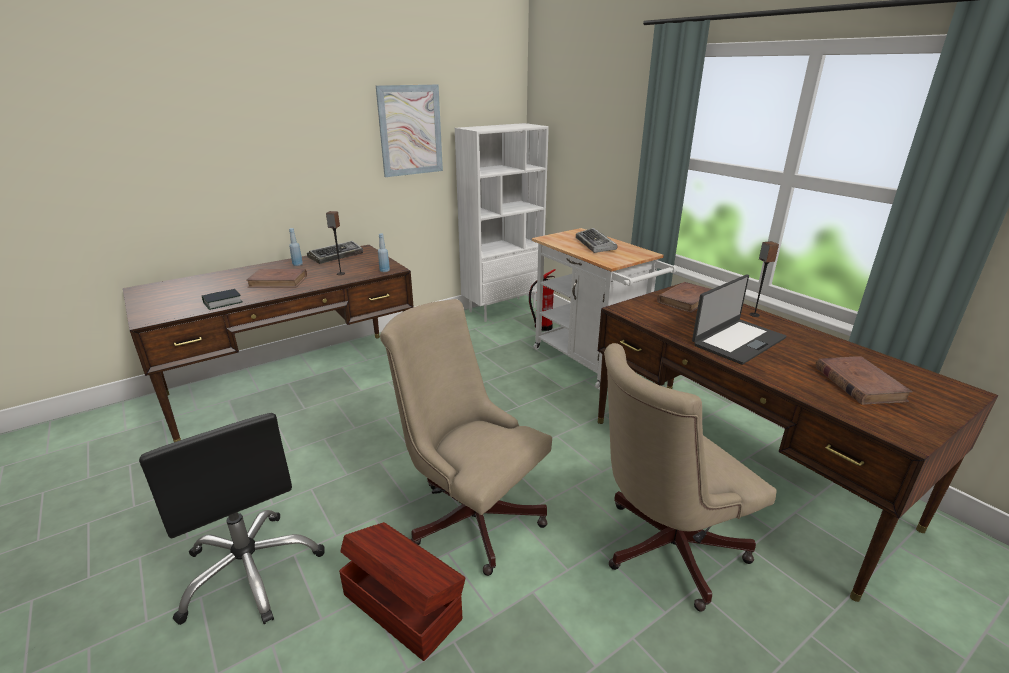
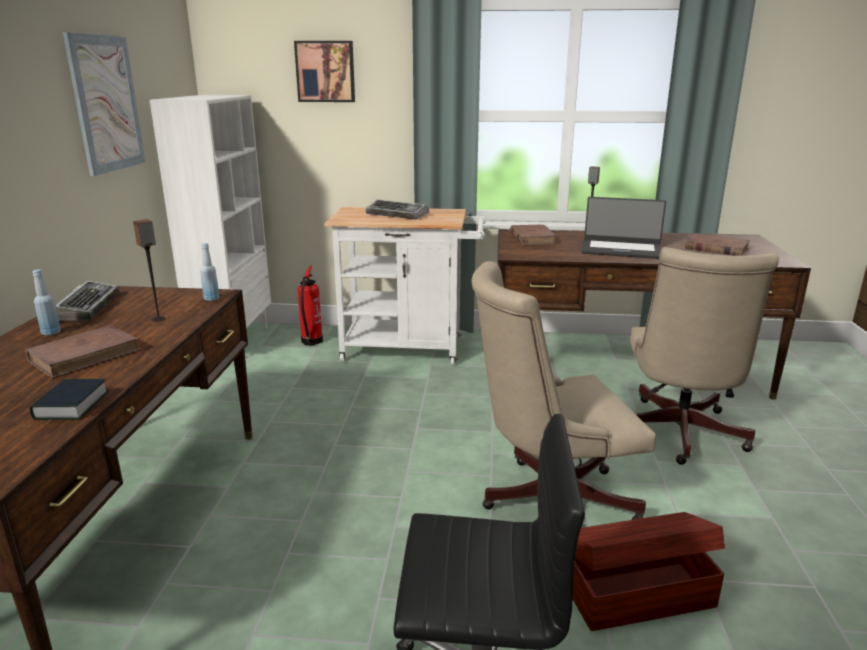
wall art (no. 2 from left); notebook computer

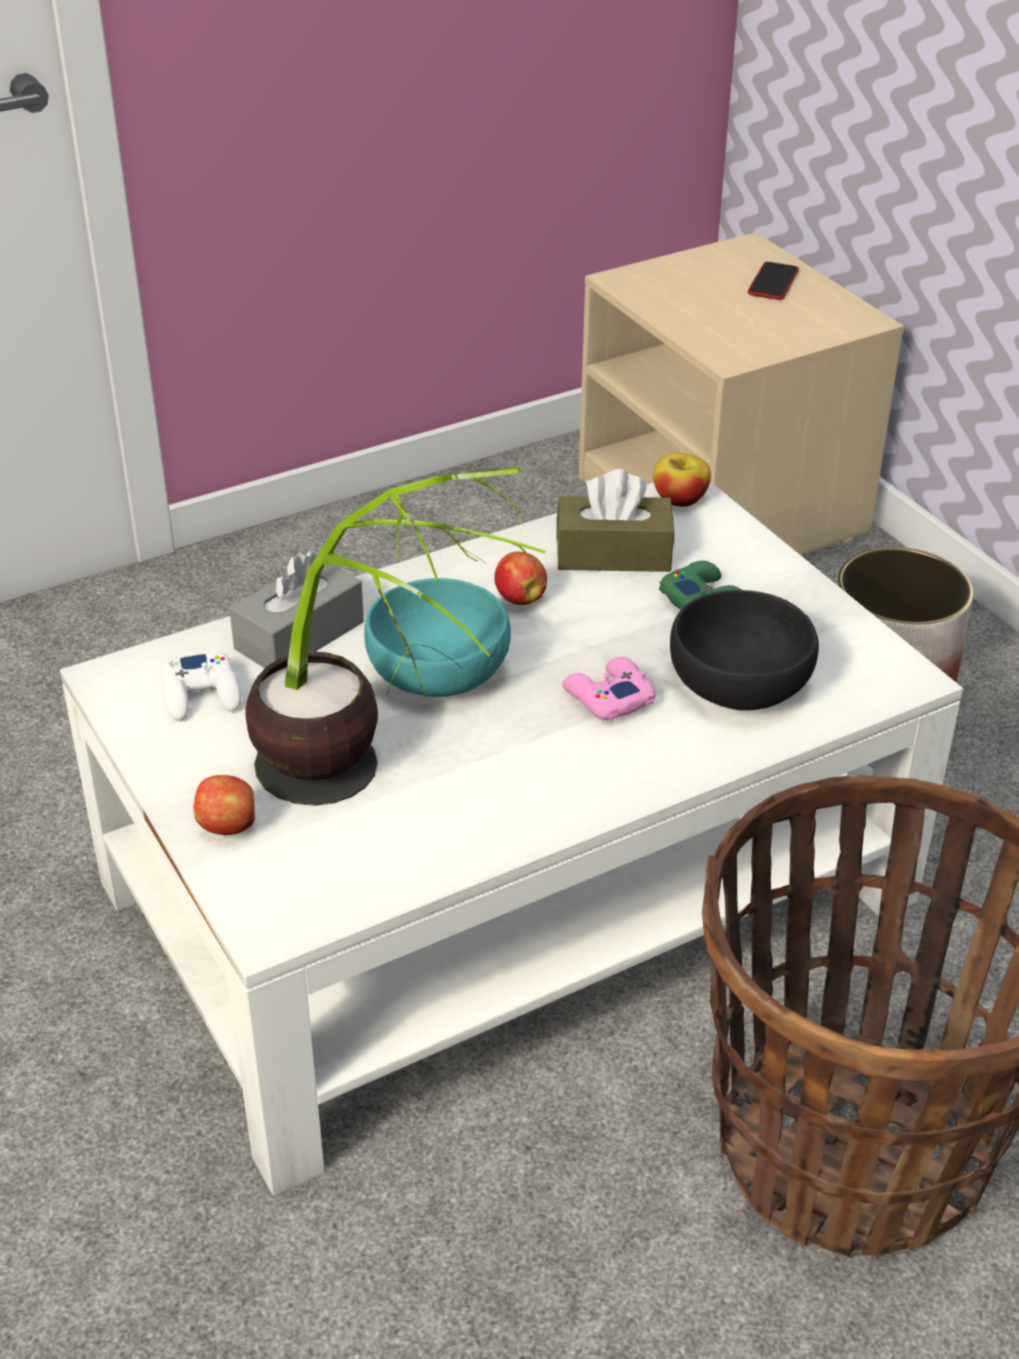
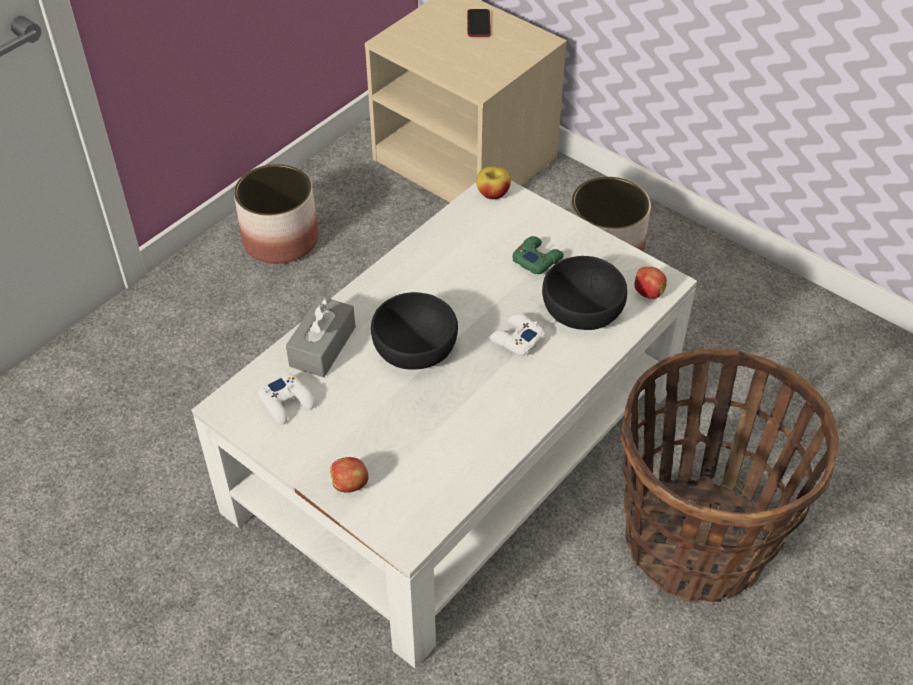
plant in a pot; brownish box of tissues; plant pot (no. 1 from left); apple (no. 3 from left); black-coloured deep dish (no. 1 from left); whitish gamepad (no. 2 from left)

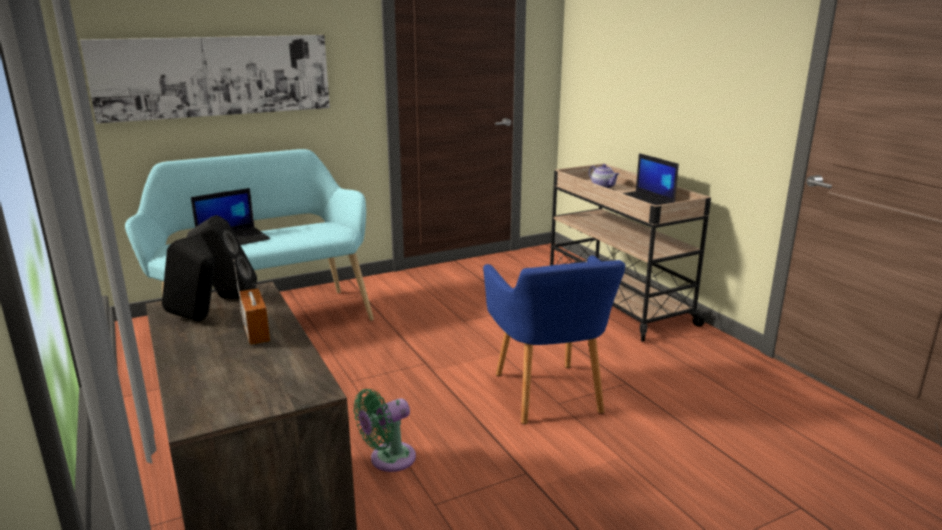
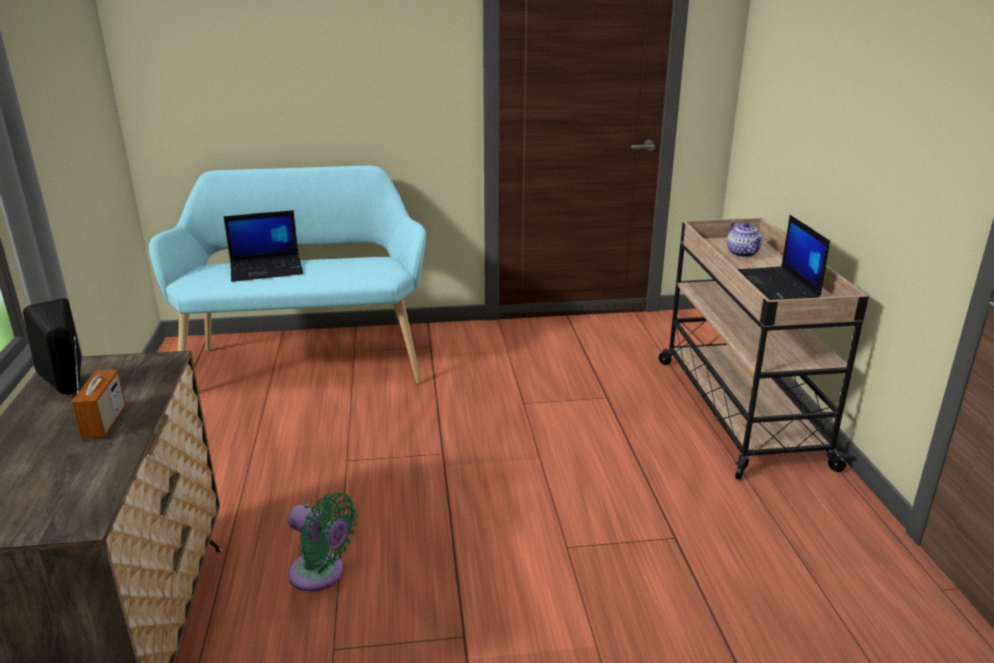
wall art; black-coloured audio speaker (no. 2 from left in the first image); blue armchair; greenish fan

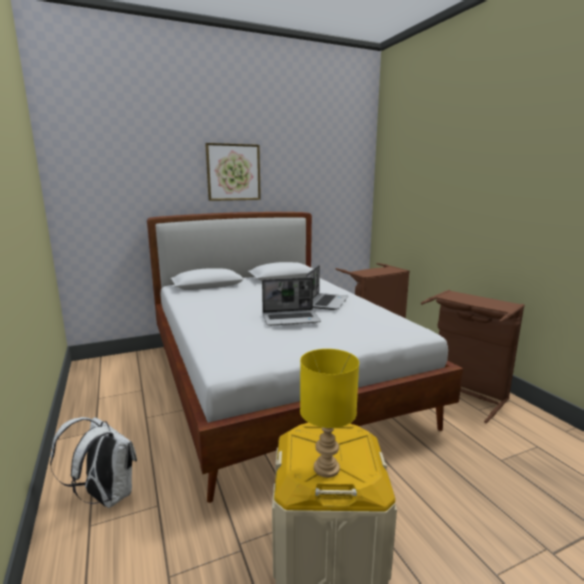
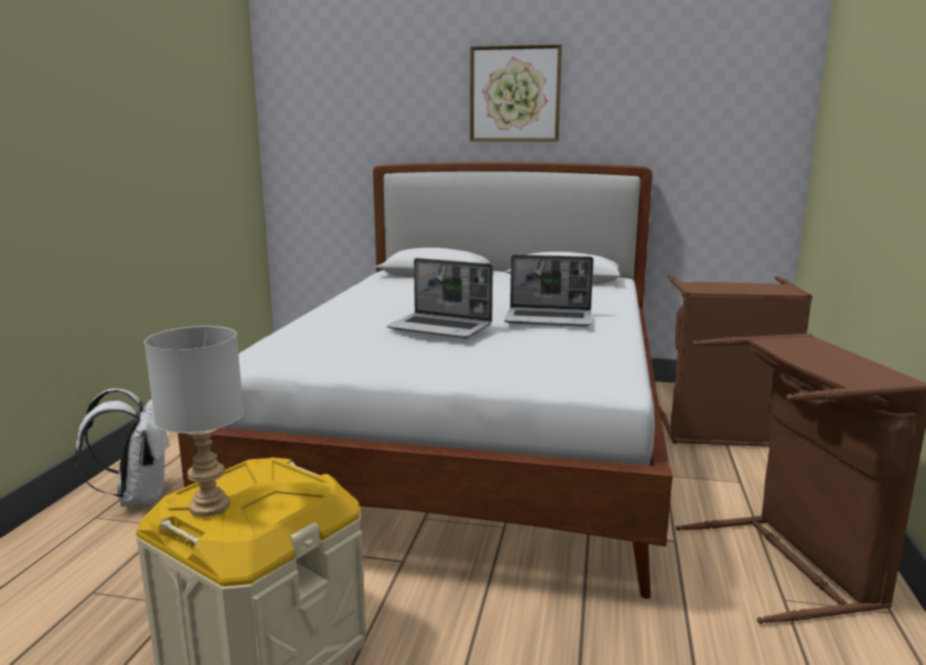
grey lamp for a table; notebook computer (no. 2 from left)

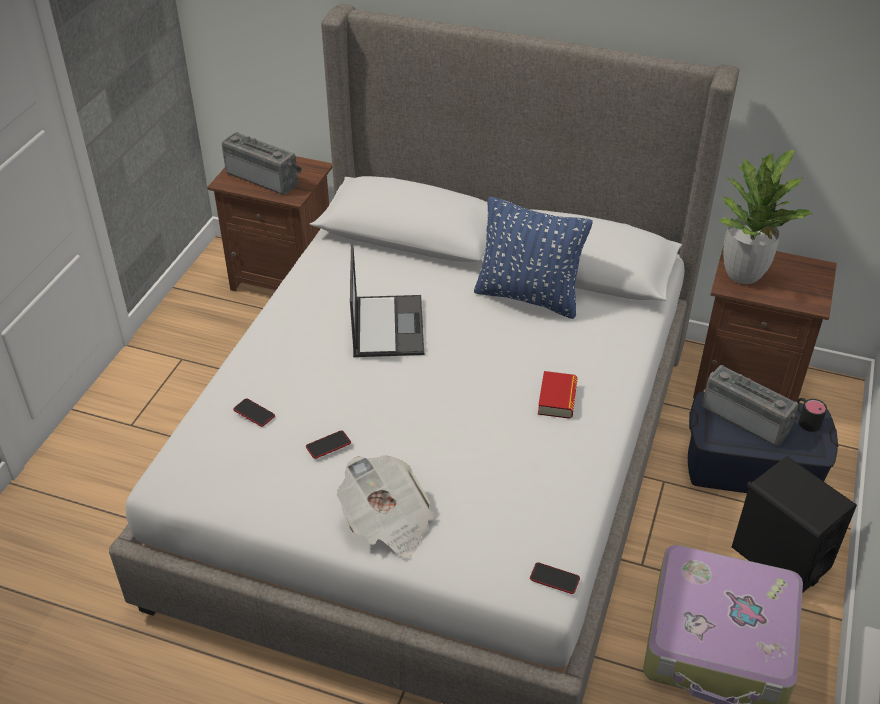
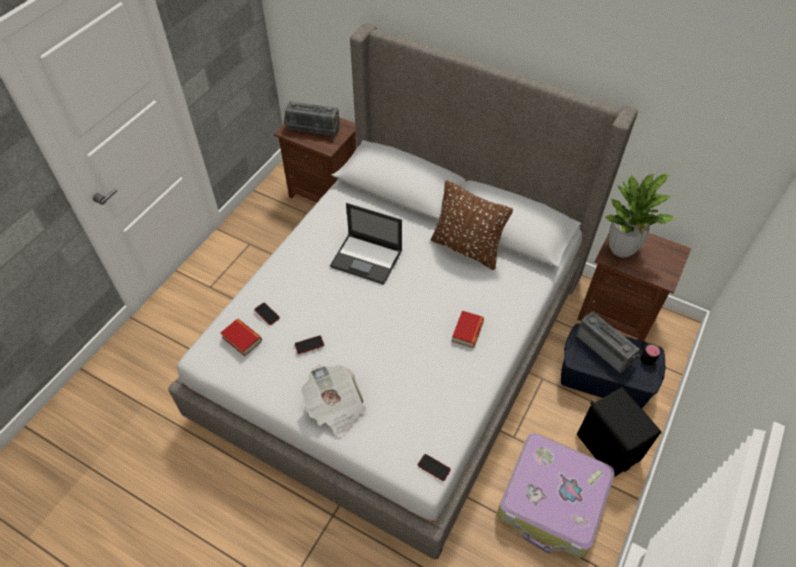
volume (no. 1 from left); brownish pillow; radio (no. 1 from left); notebook computer

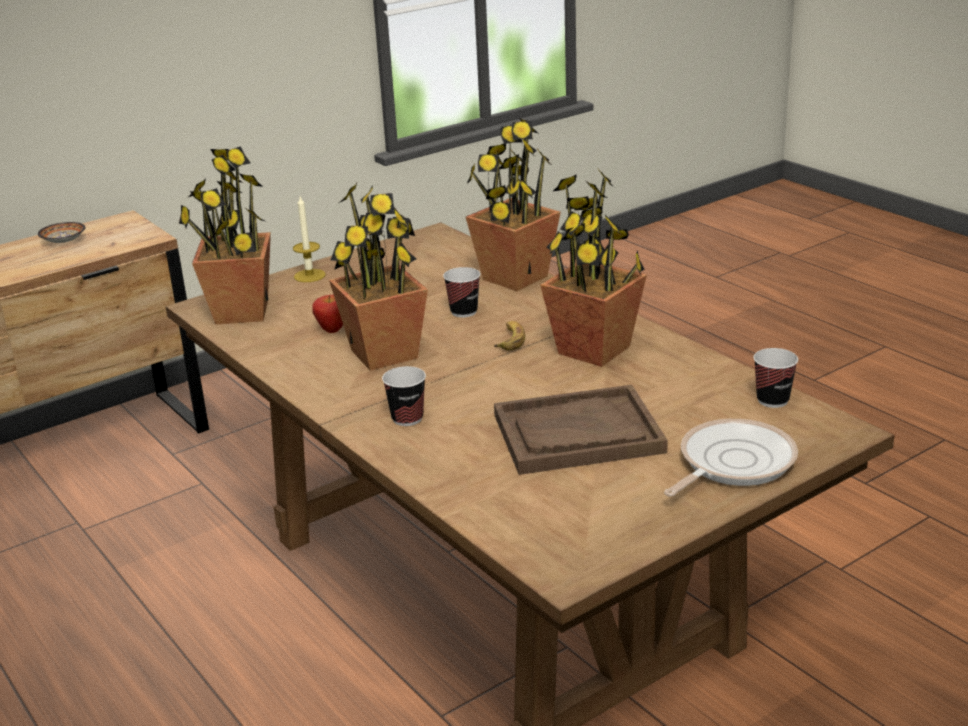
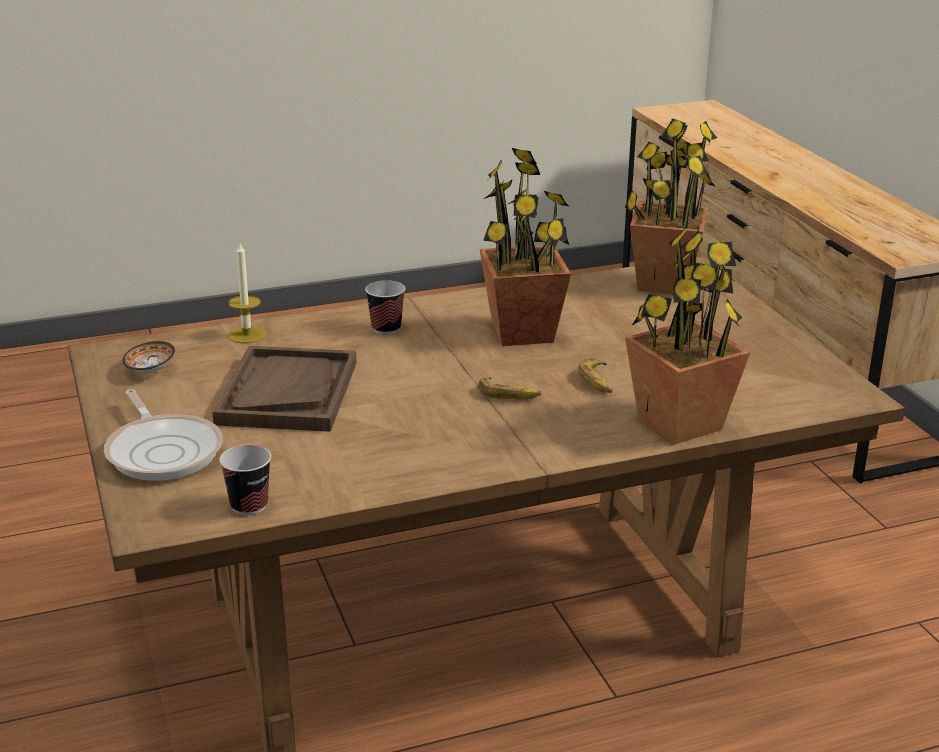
apple; plant in a pot (no. 4 from left in the first image); deep dish; wax light; whole banana (no. 2 from left)

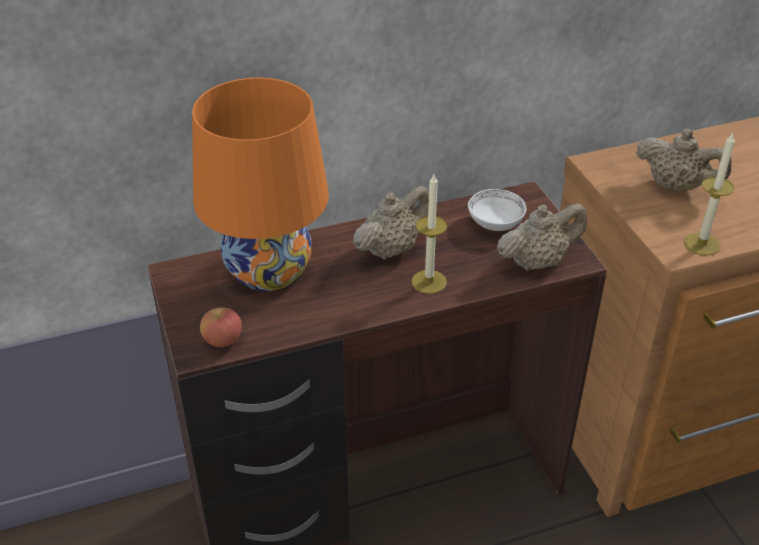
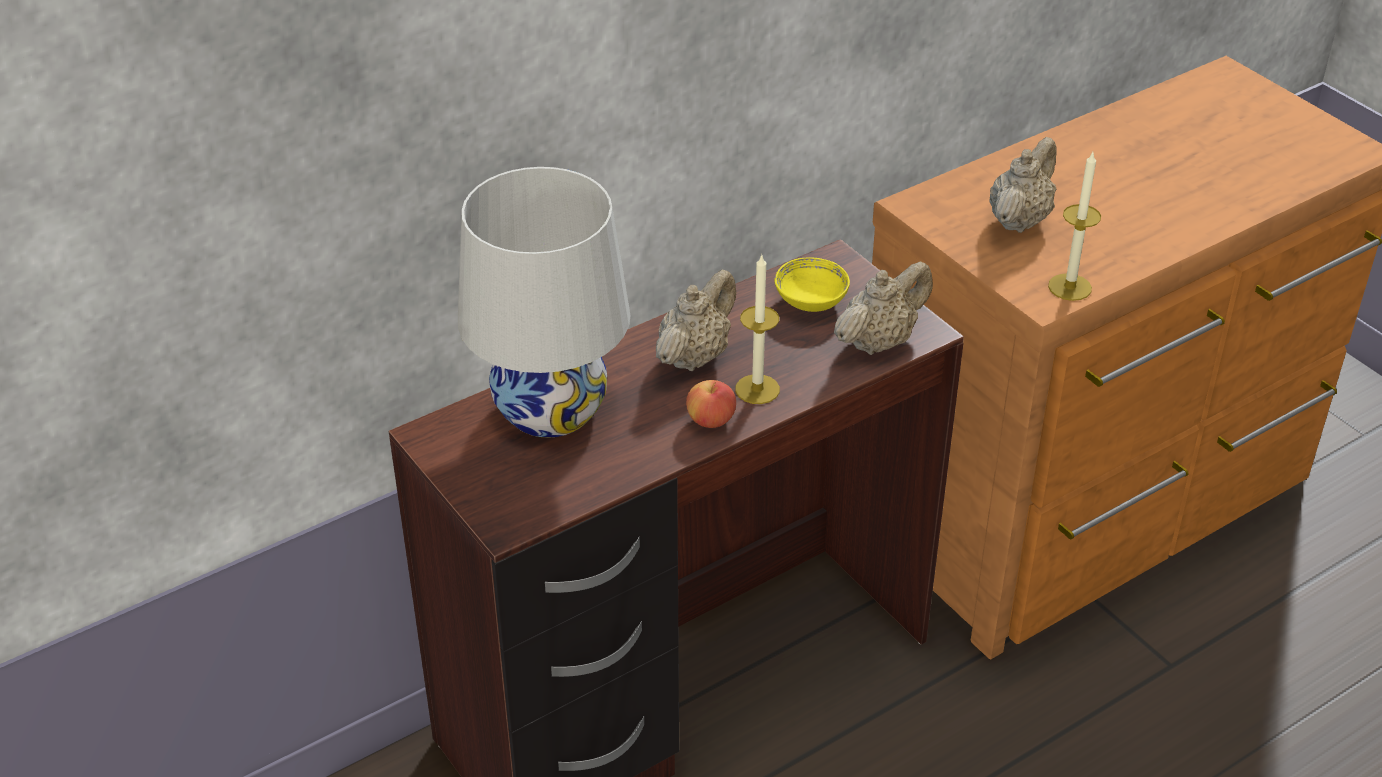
apple; whitish lamp for a table; yellow-coloured deep dish; sand-coloured tea pot (no. 3 from left)

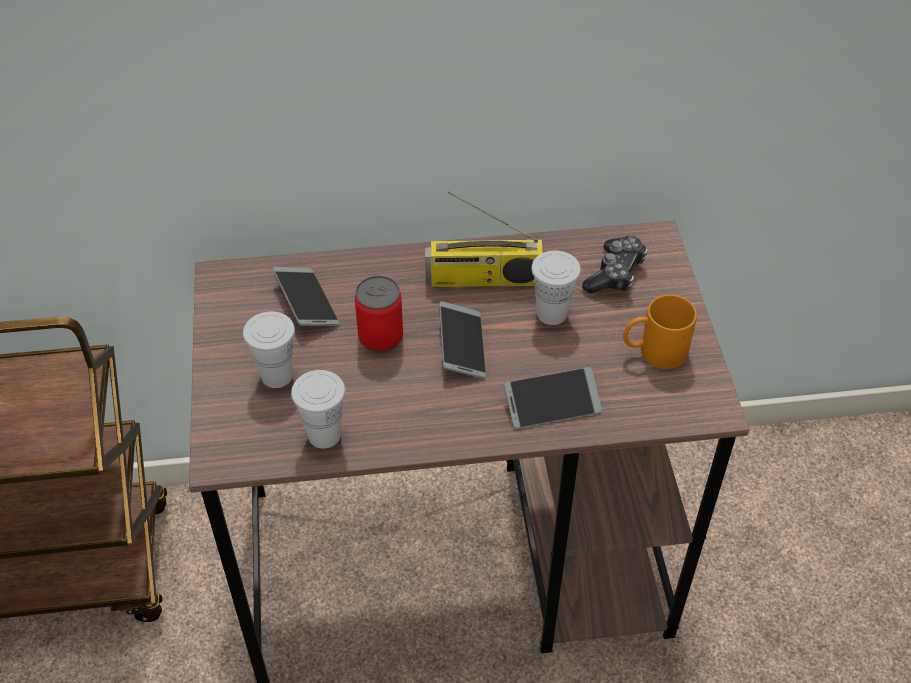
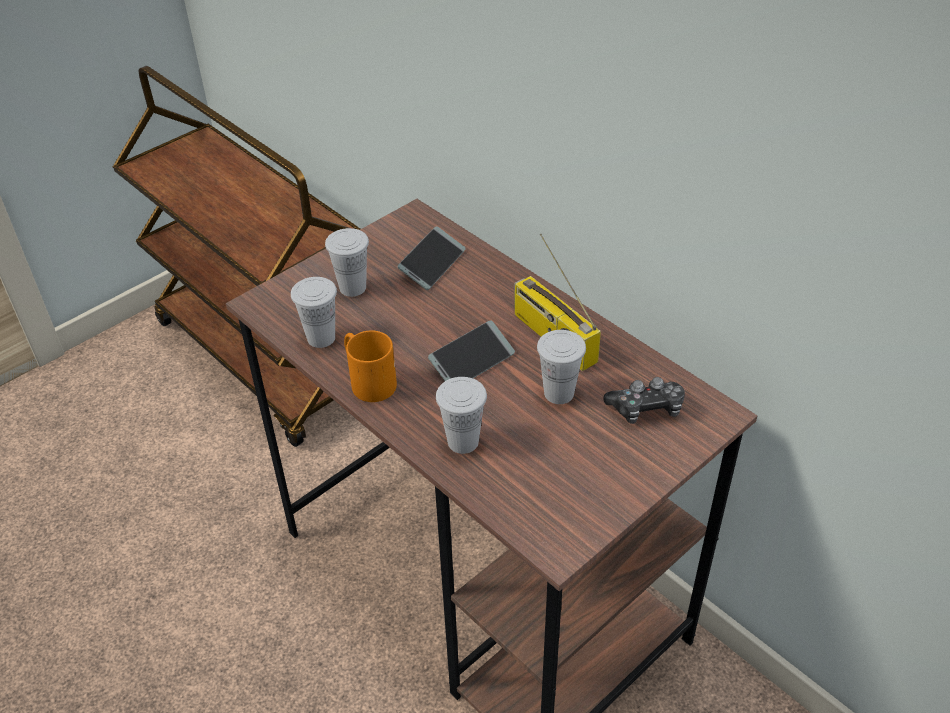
metal can; orange-coloured mug; whitish small cup (no. 3 from left)

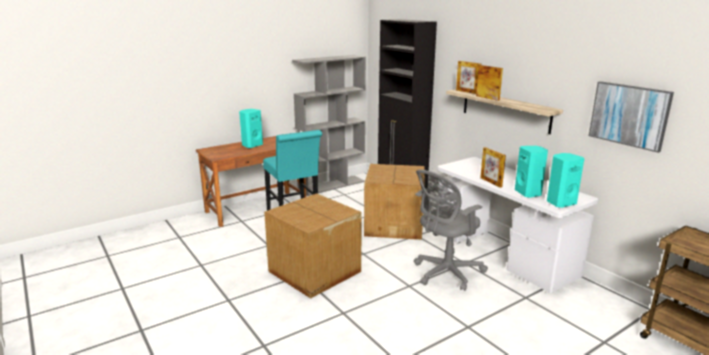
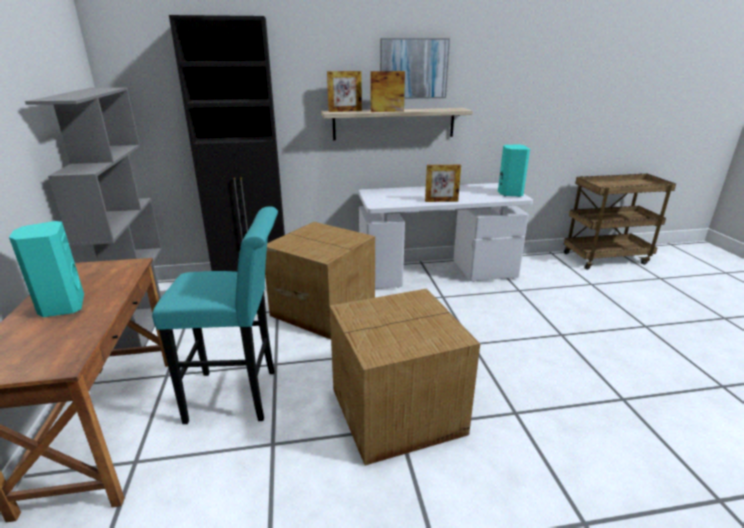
grey desk chair; blue-green audio speaker (no. 2 from left in the first image); wall art

